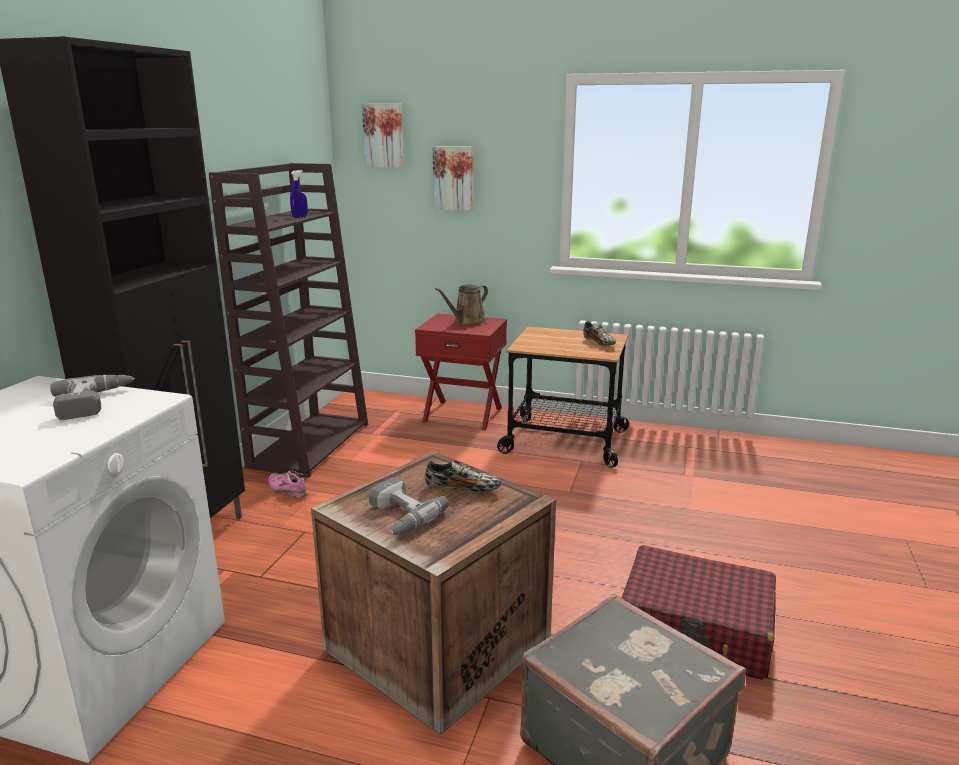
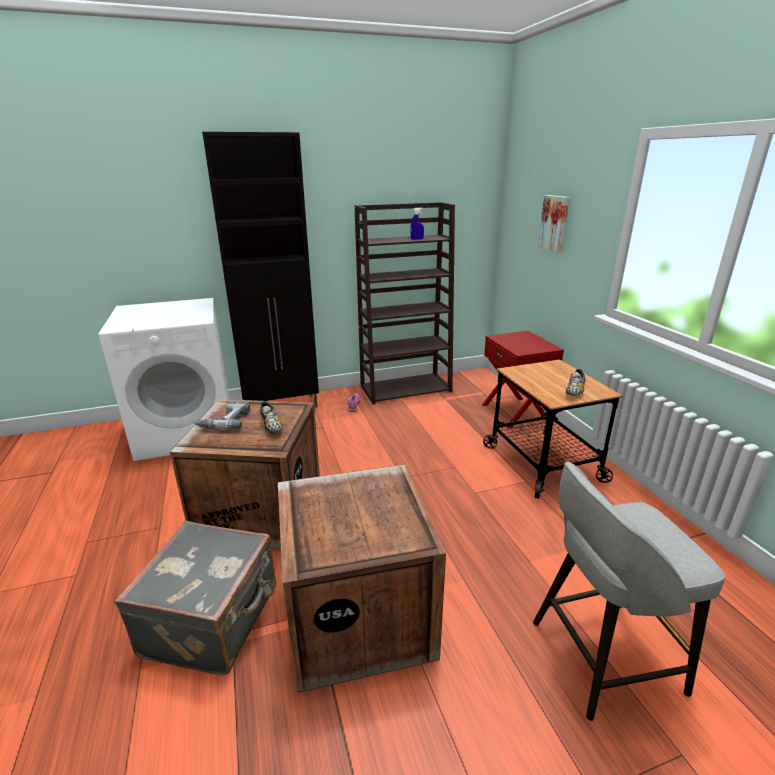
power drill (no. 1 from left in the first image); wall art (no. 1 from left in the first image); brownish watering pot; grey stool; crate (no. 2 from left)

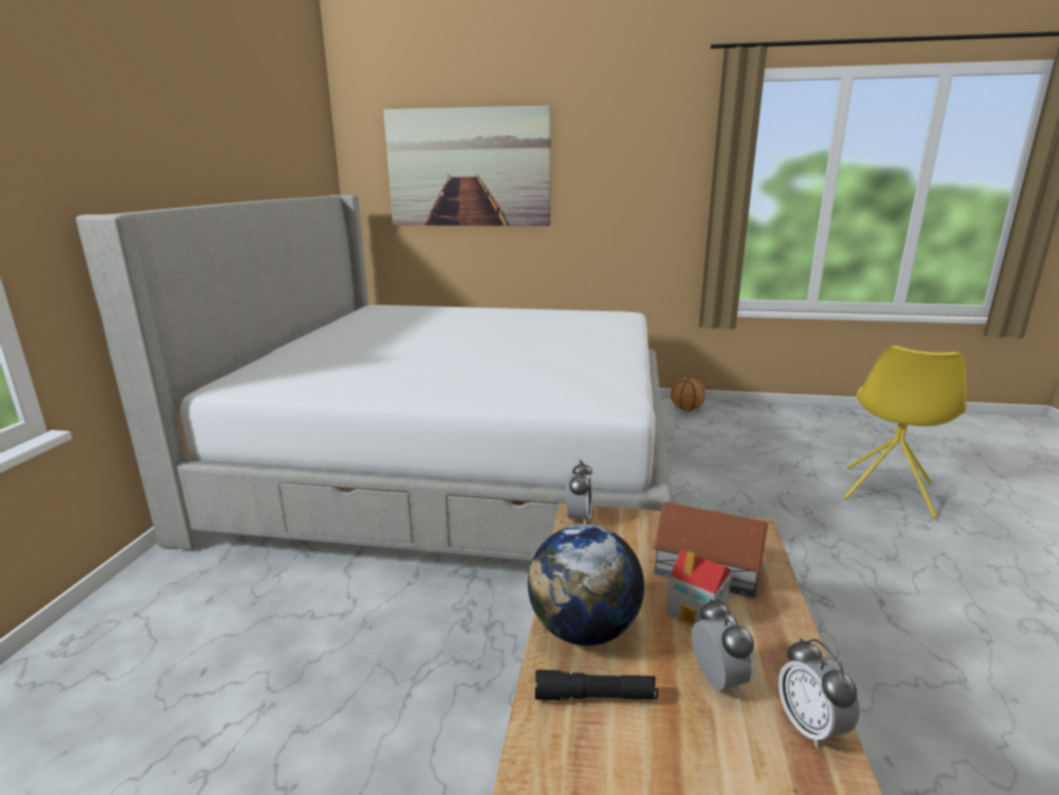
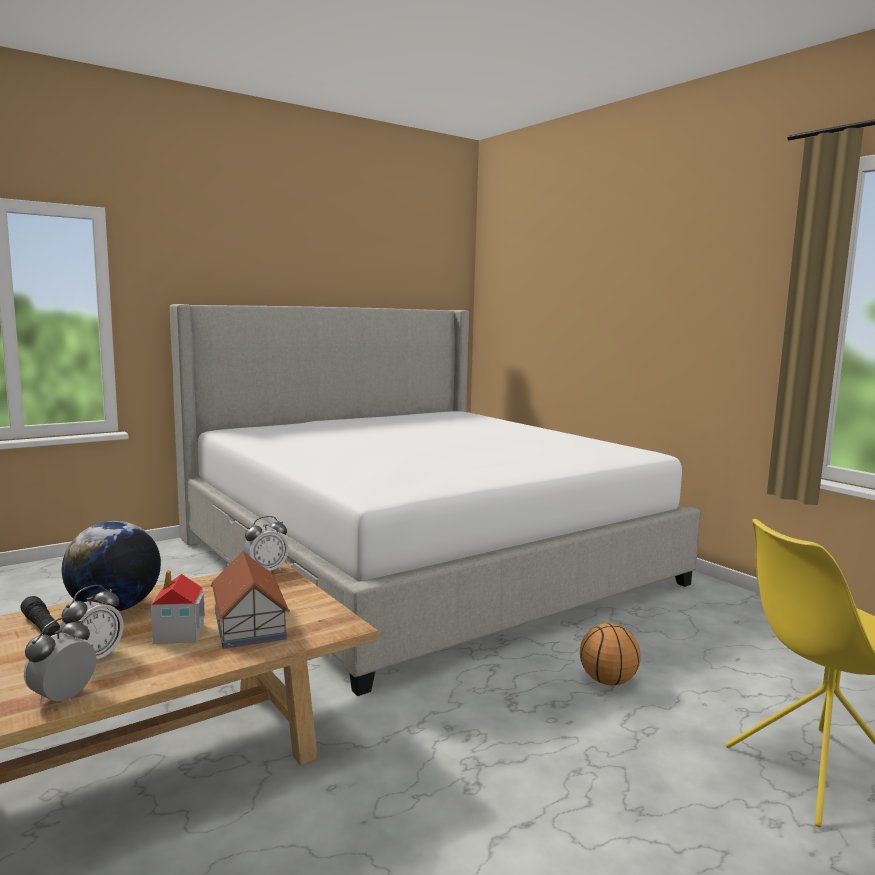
wall art; ball for basketball

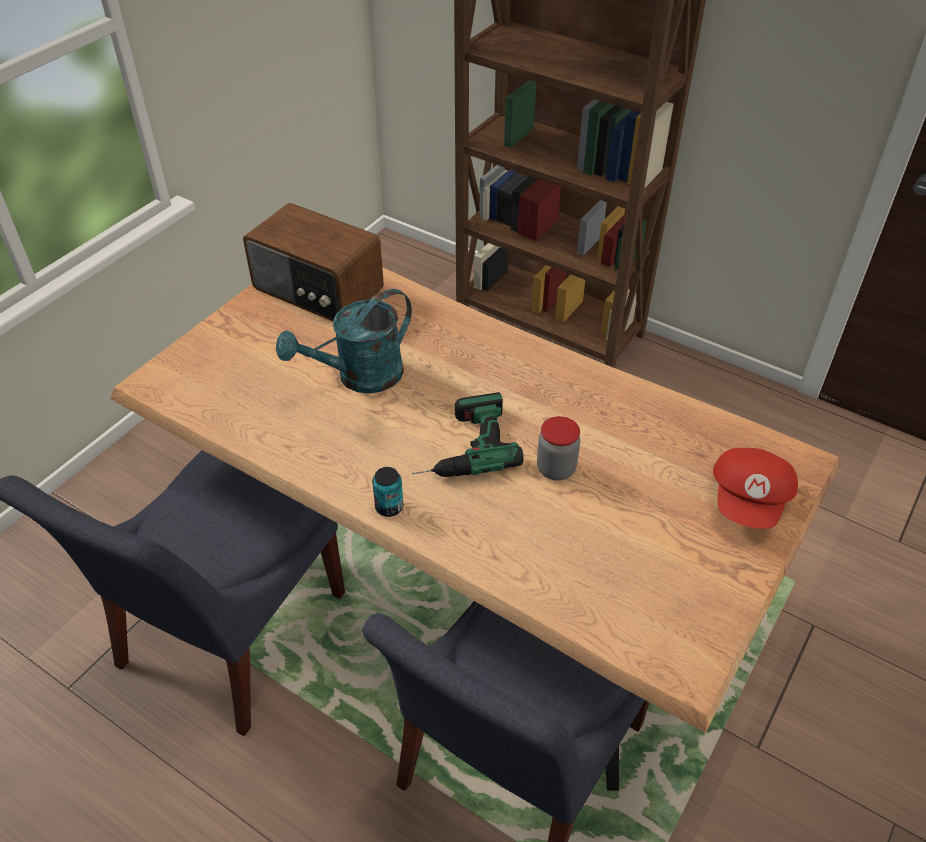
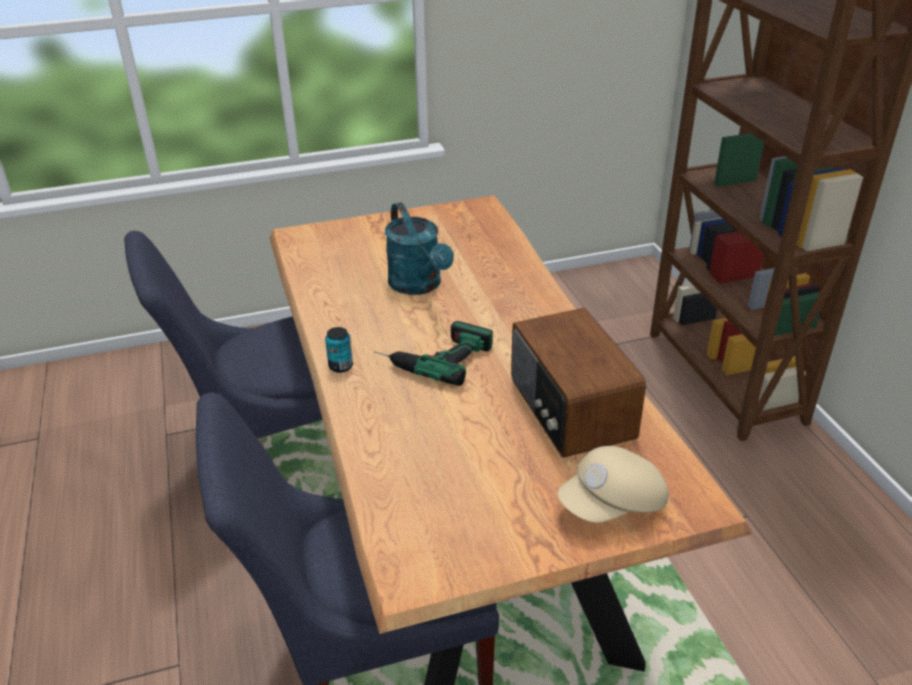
preserve jar; radio; sand-coloured baseball cap; blue-green watering pot

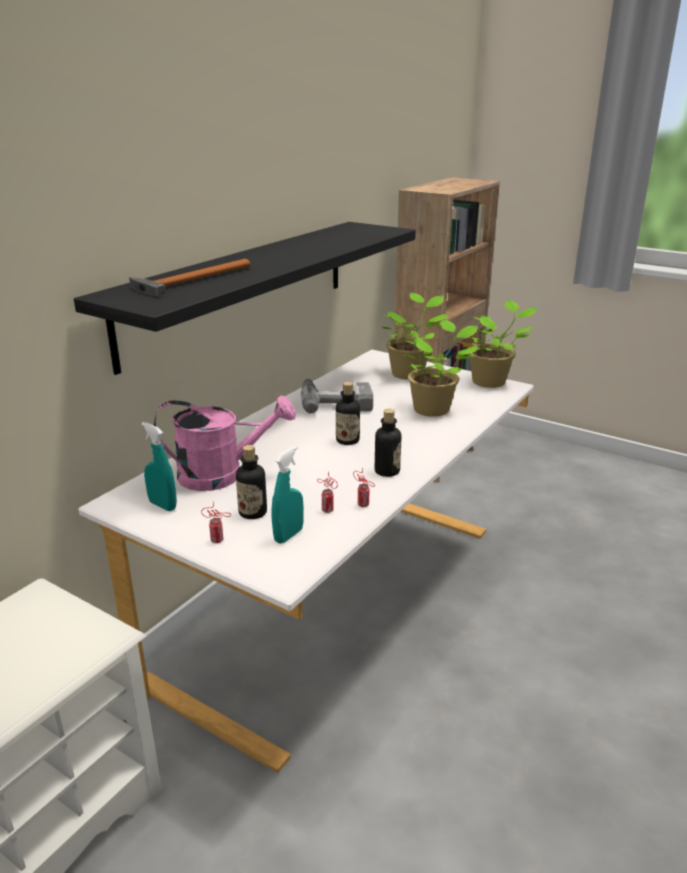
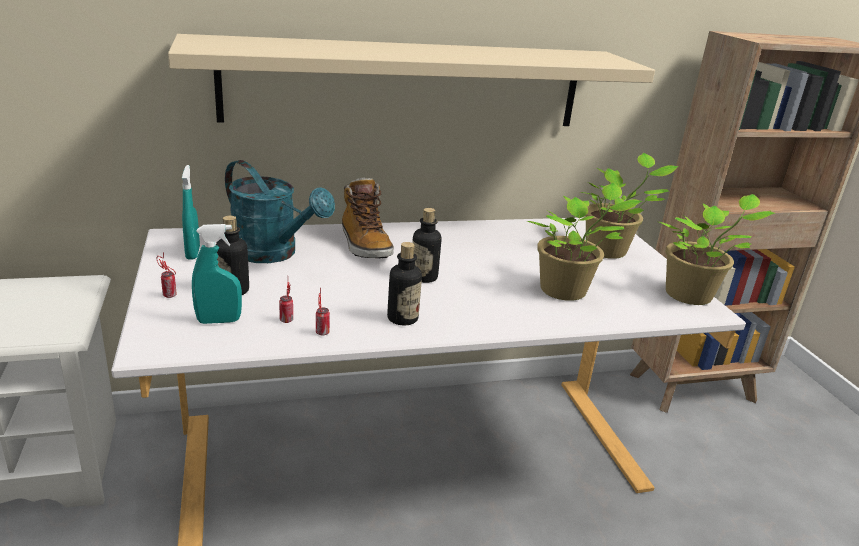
tool hammer; power drill; high-top boot; sand-coloured shelf; blue-green watering pot

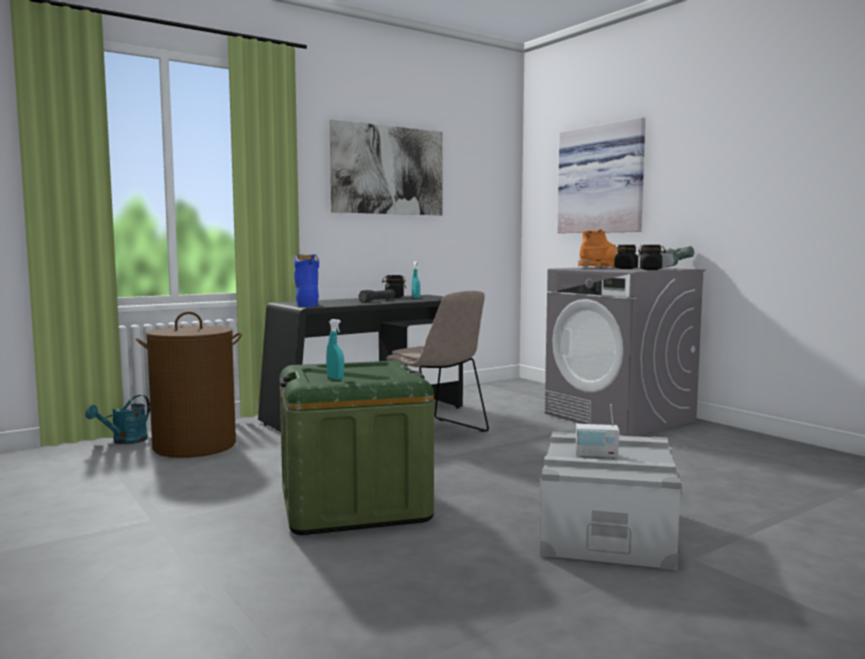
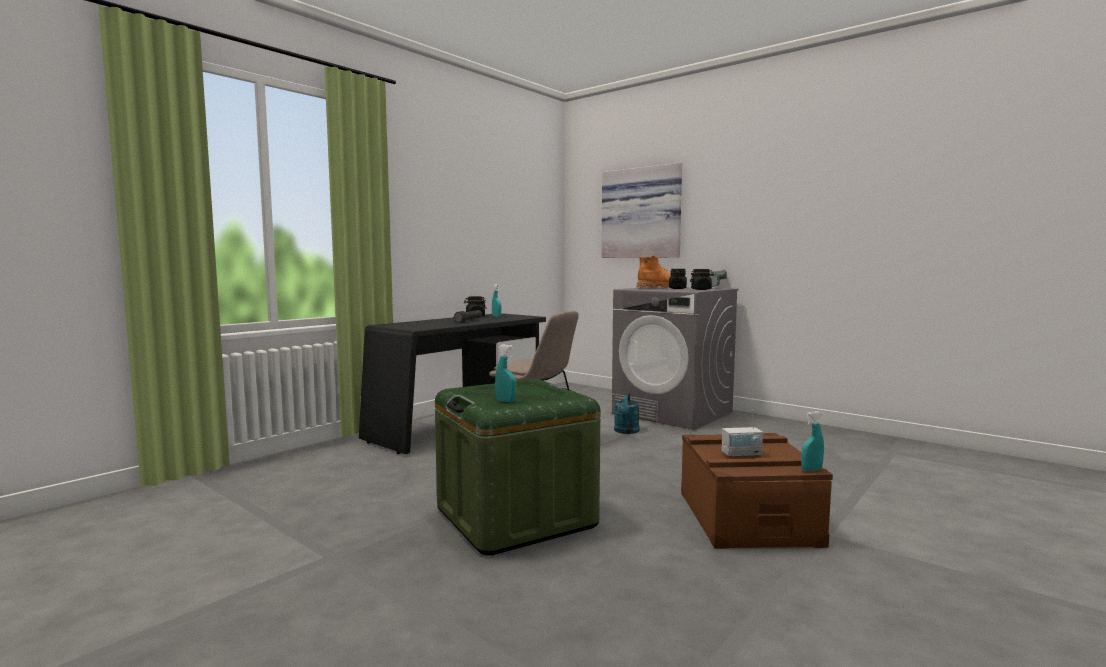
brownish hamper; blue high-top boot; wall art (no. 1 from left in the first image); blue-green sprayer (no. 3 from left); blue-green watering pot; brownish storage container

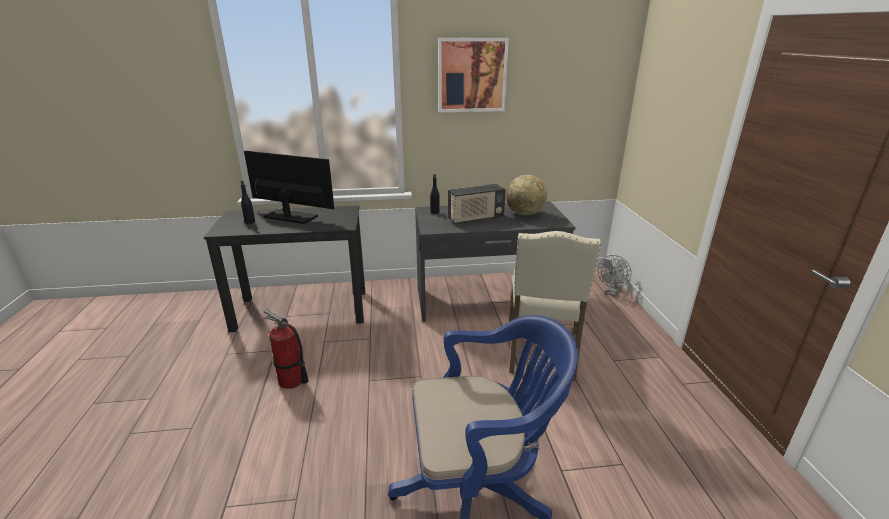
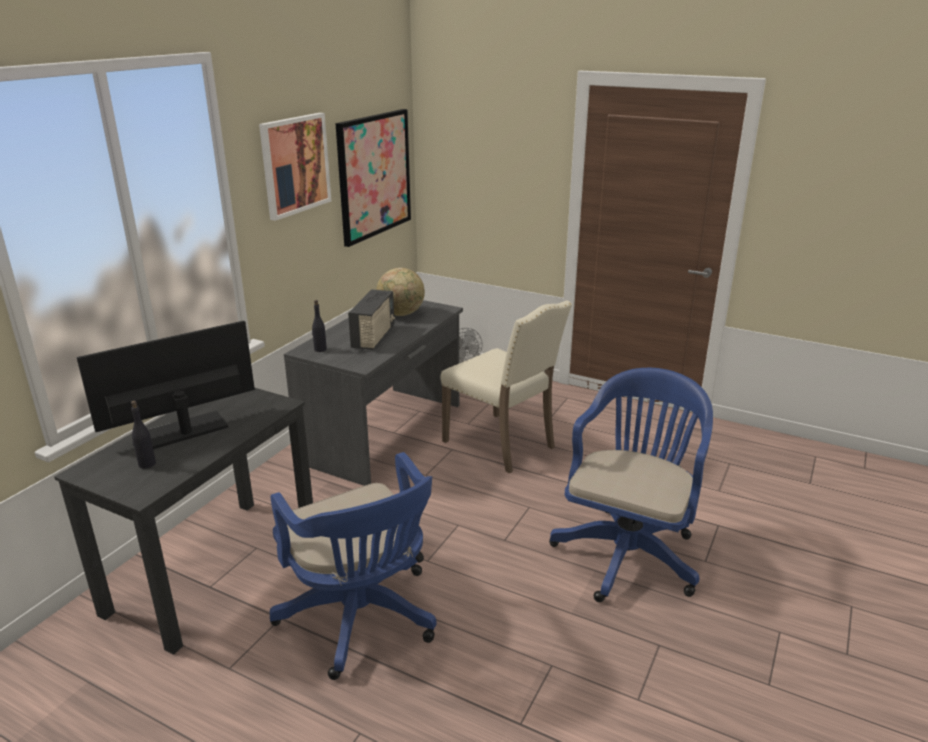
wall art (no. 2 from left); blue desk chair (no. 1 from left)

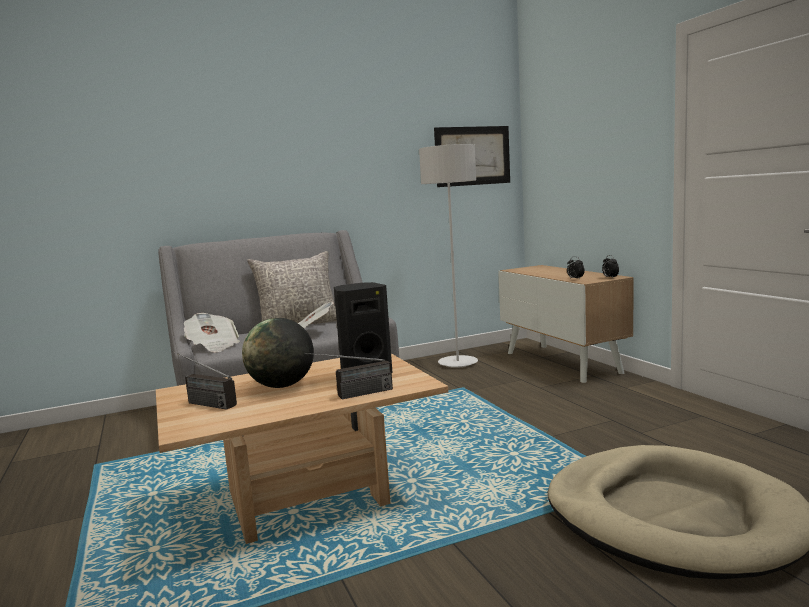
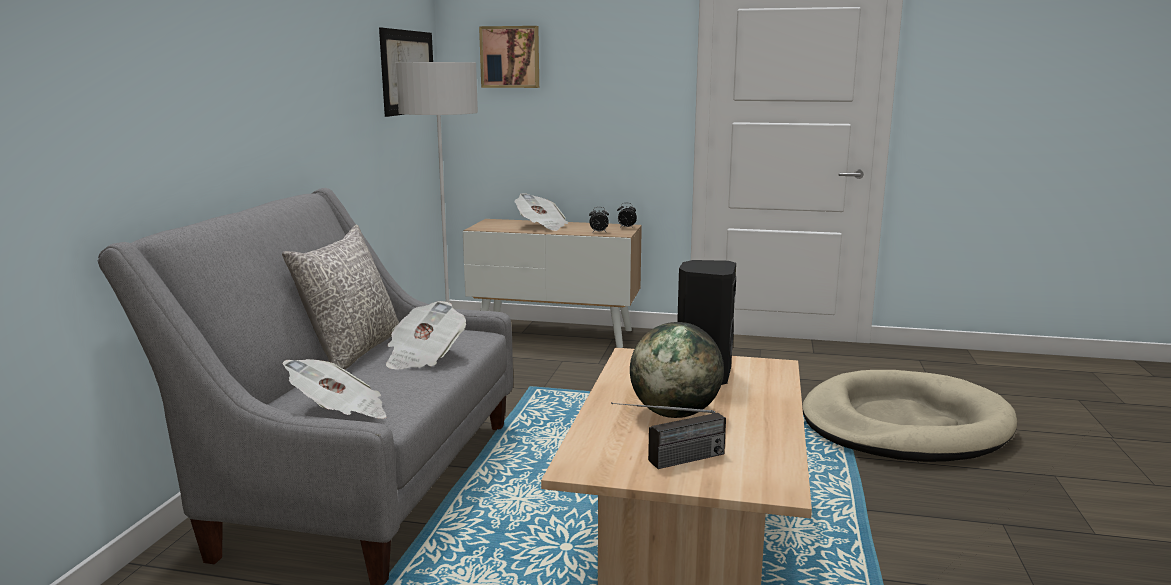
radio (no. 2 from left in the first image); wall art (no. 2 from left); newspaper (no. 3 from left)

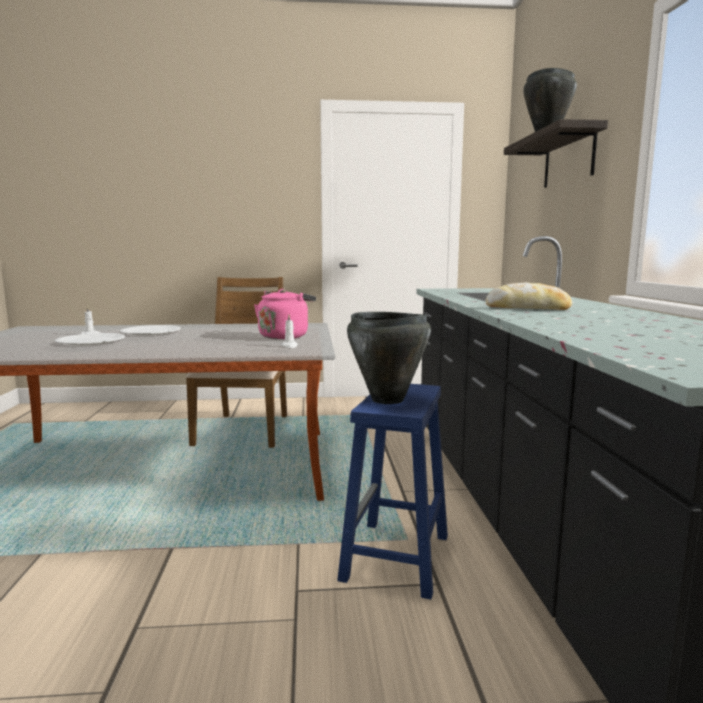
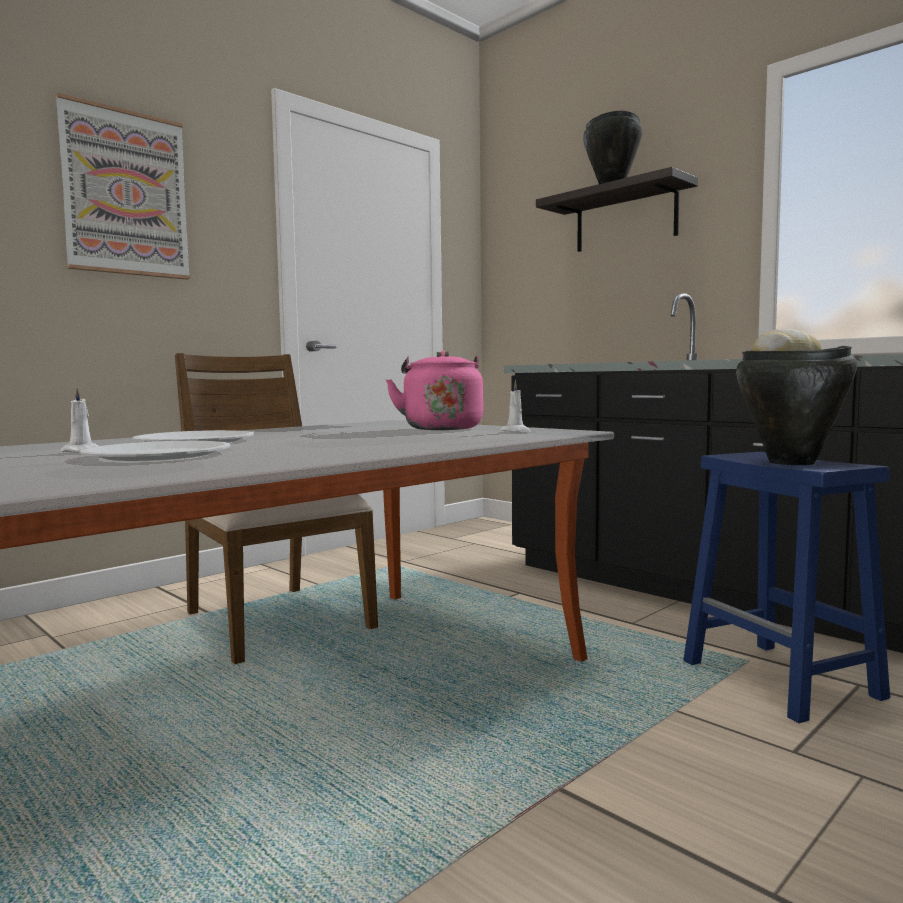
wall art

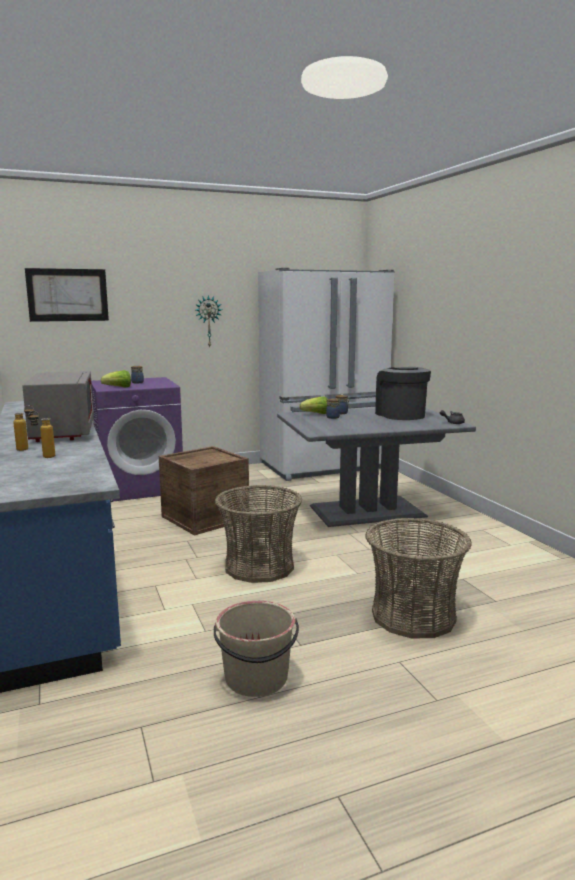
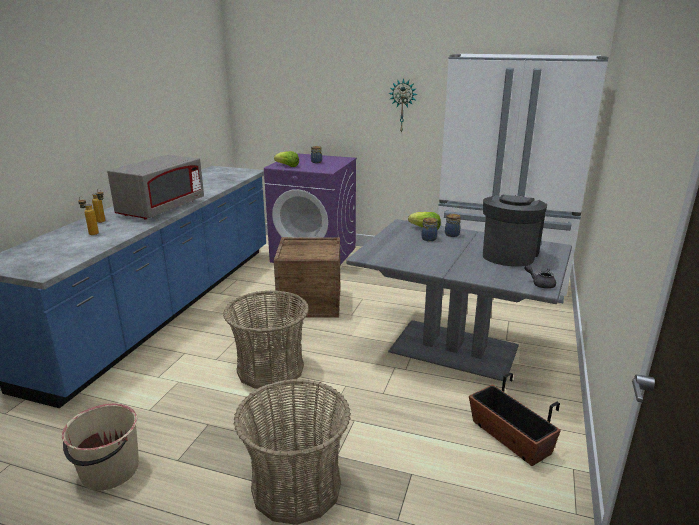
wall art; plant pot

